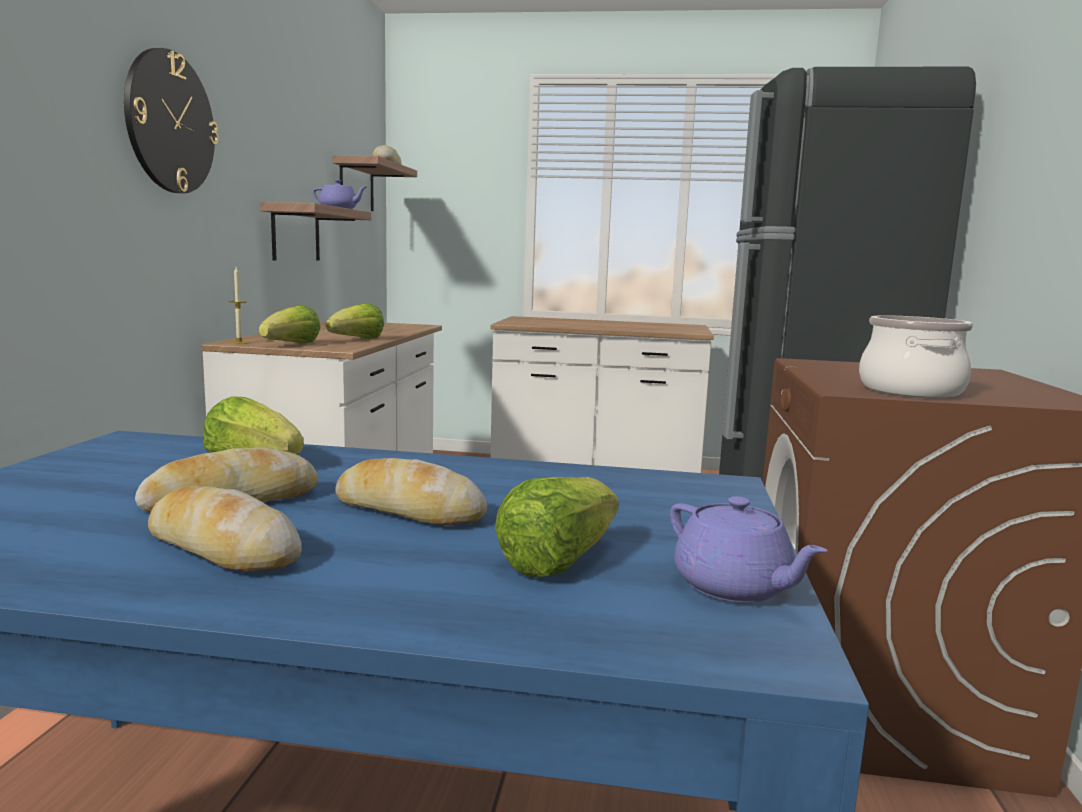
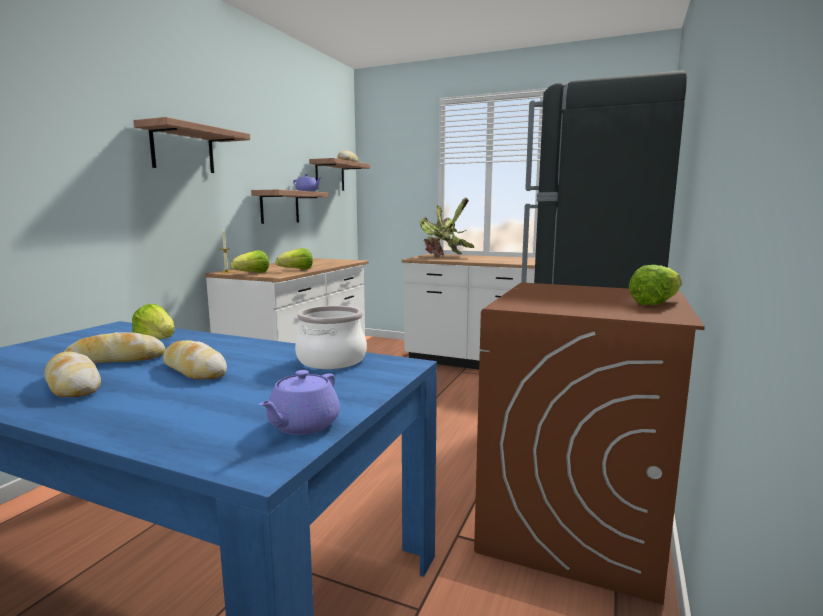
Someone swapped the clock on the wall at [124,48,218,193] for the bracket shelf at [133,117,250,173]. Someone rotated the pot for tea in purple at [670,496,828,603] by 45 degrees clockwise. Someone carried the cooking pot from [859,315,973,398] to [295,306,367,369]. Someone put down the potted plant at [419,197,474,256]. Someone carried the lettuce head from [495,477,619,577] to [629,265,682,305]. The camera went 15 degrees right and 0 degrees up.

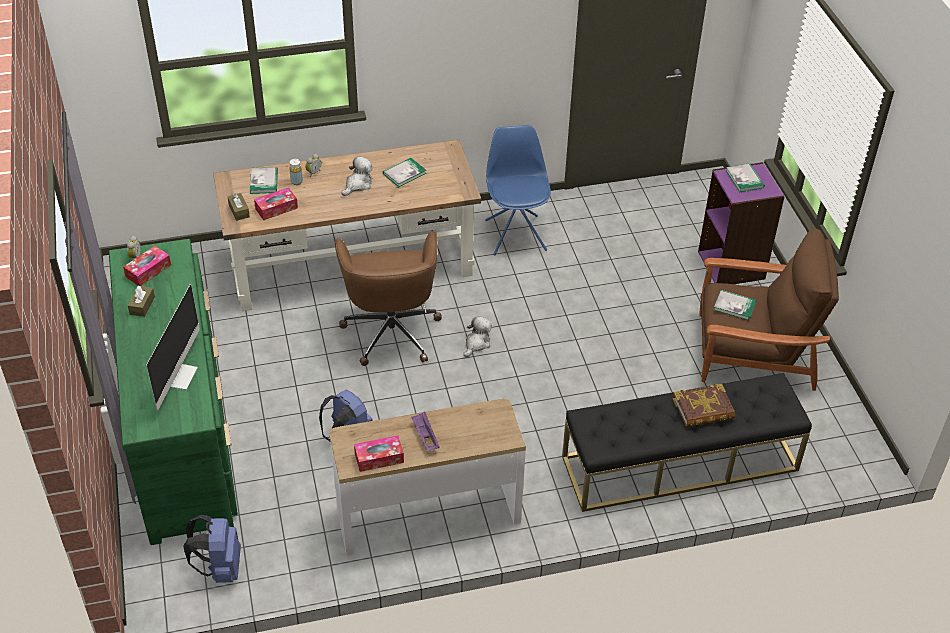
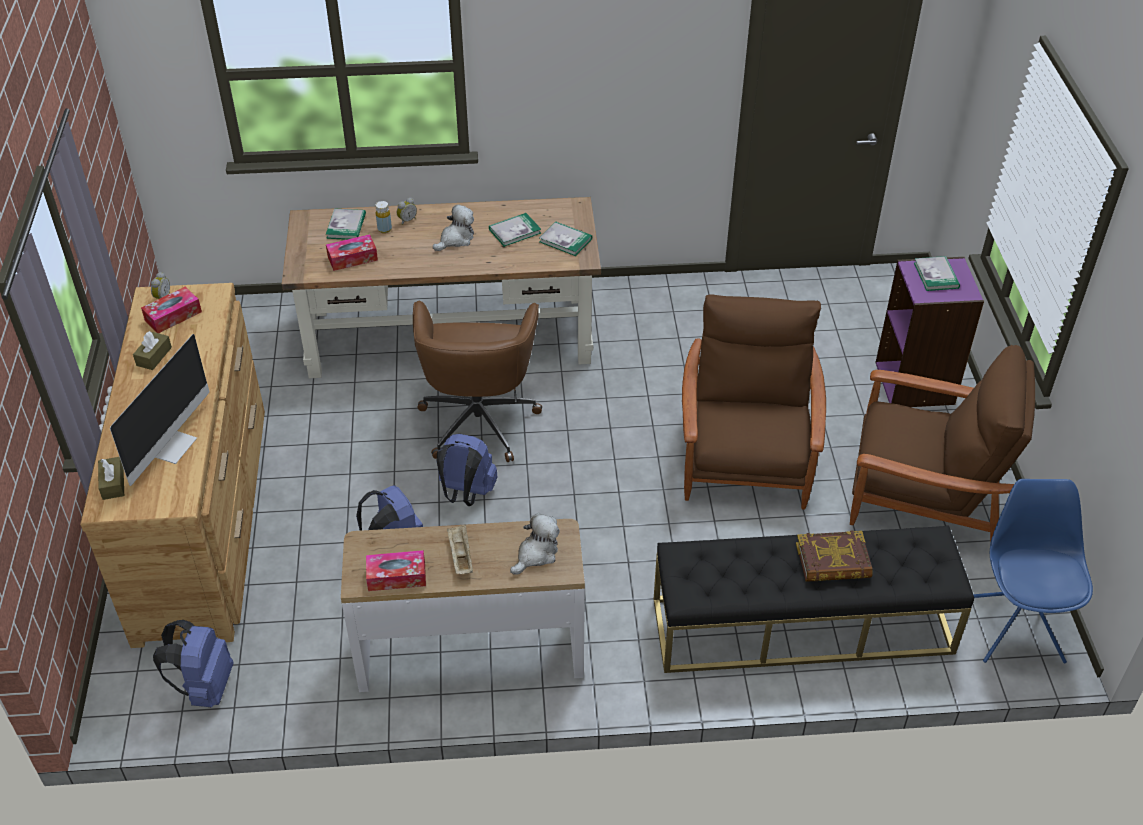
Someone repainted the dresser in green at [109,239,238,545], which became the dresser in brown-coloured at [80,283,265,648]. Someone carried the tissue holder in brown-coloured from [228,193,250,221] to [98,457,124,500]. Someone put down the knapsack in bluish at [437,434,498,506]. Someone repainted the tray in purple at [412,412,440,450], which became the tray in beige-coloured at [447,524,473,574]. Someone carried the plush toy from [463,316,492,357] to [510,513,560,575]. Someone carried the book from [713,290,756,320] to [539,222,592,256]. Someone put down the easy chair in brown-coloured at [682,294,826,510]. Someone carried the chair in bluish from [485,125,551,255] to [973,479,1093,663]. The camera went 10 degrees right and 0 degrees up.

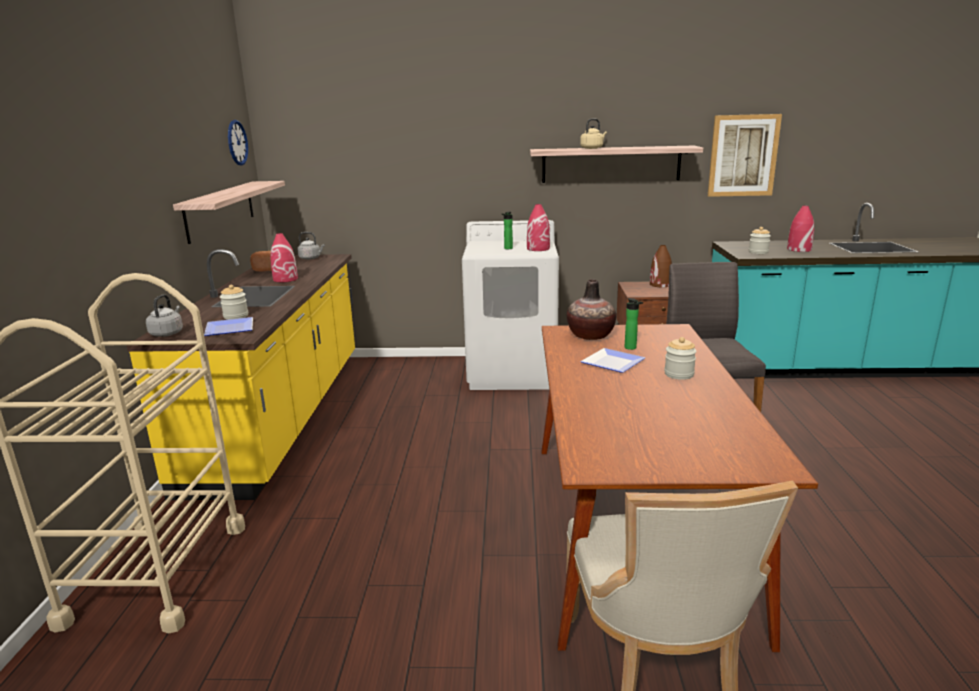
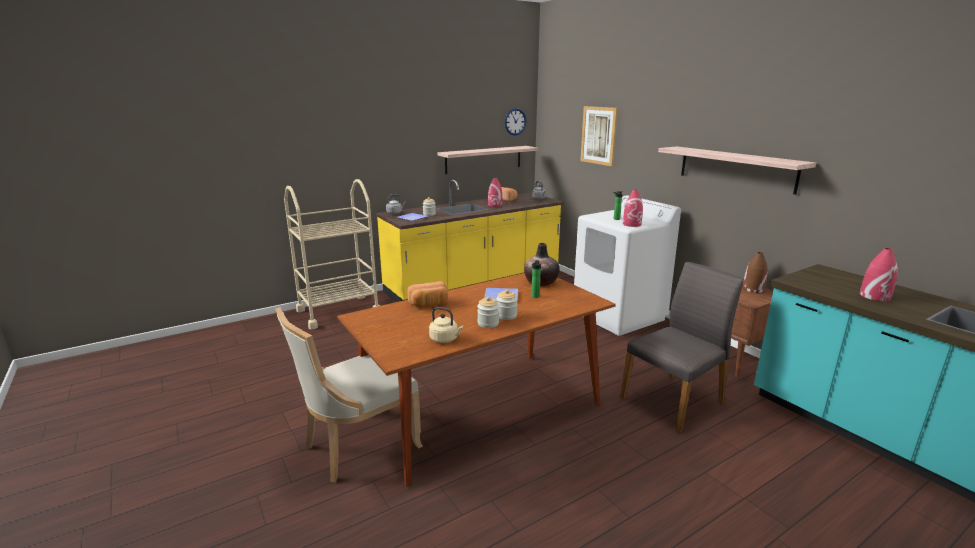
Someone put down the bread at [407,281,448,307]. Someone carried the kettle in beige-coloured from [580,119,607,149] to [429,307,463,343]. Someone carried the preserve jar from [749,227,771,254] to [477,297,499,328]. Someone carried the picture from [708,114,782,197] to [580,106,618,166]. The camera went 55 degrees right and 0 degrees up.

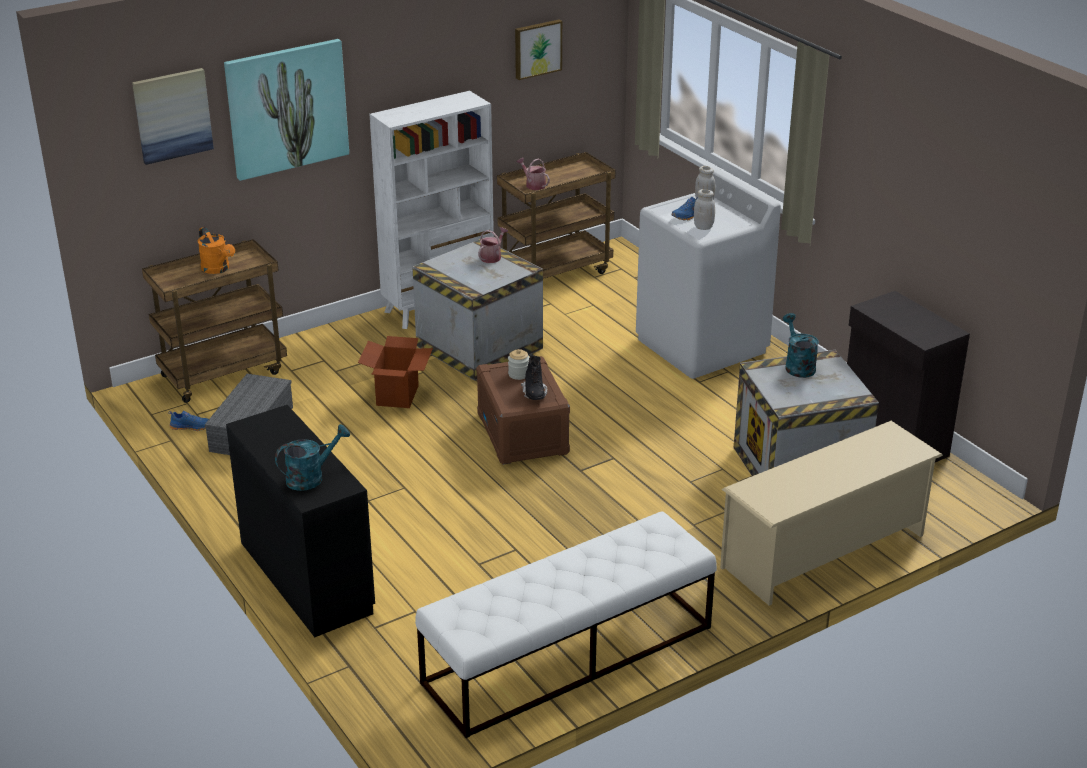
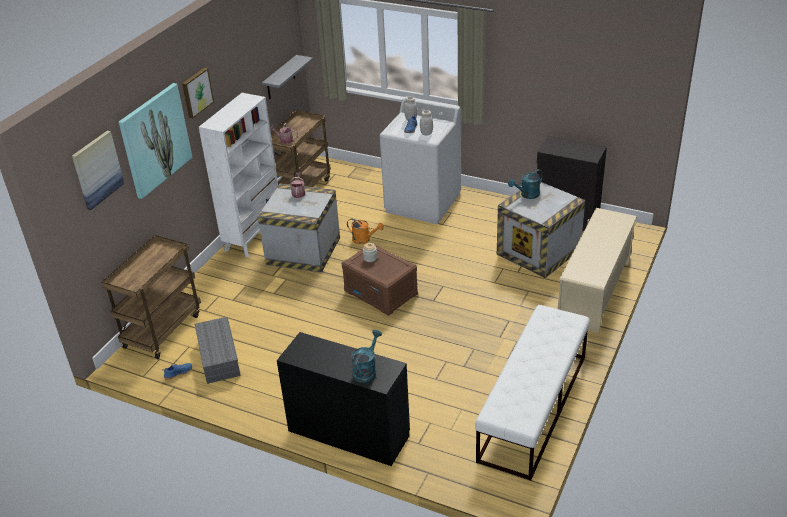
Someone carried the picture from [515,19,562,80] to [182,68,214,118]. Someone put up the bracket shelf in greyish at [262,55,313,99]. Someone carried the watering can in orange-coloured from [198,227,235,274] to [347,219,384,244]. Someone rotated the watering can in blue-green at [783,313,819,378] by 75 degrees counterclockwise. Someone took away the carton at [358,336,433,408]. Someone took away the tall boot in blackish at [521,354,547,400]. The camera went 30 degrees left and 5 degrees up.

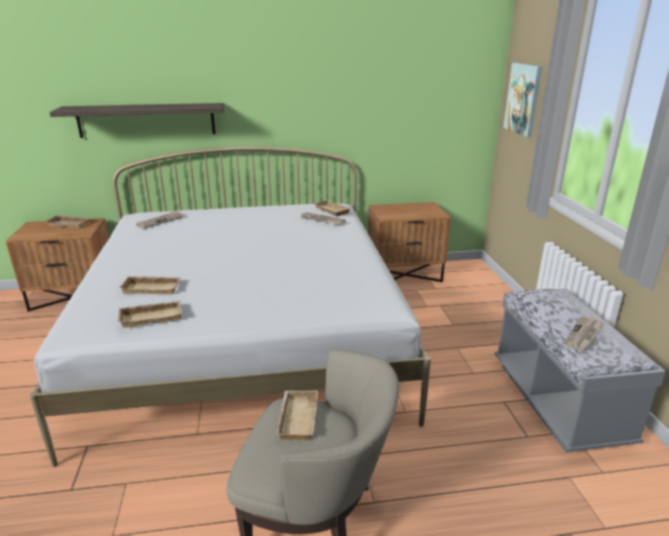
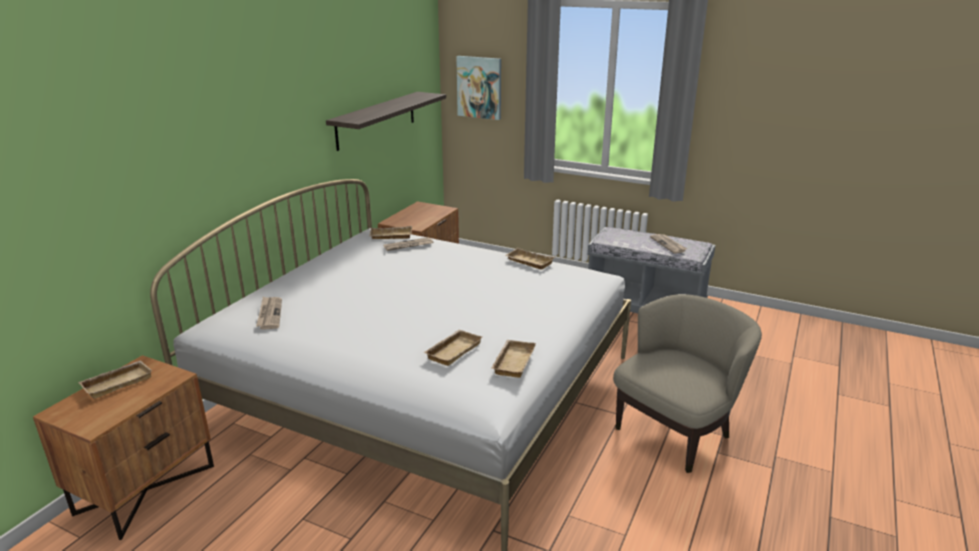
Someone carried the bracket shelf from [50,103,224,138] to [326,92,446,151]. Someone carried the tray in beige-coloured from [276,391,318,440] to [505,248,555,269]. The camera went 55 degrees left and 0 degrees up.

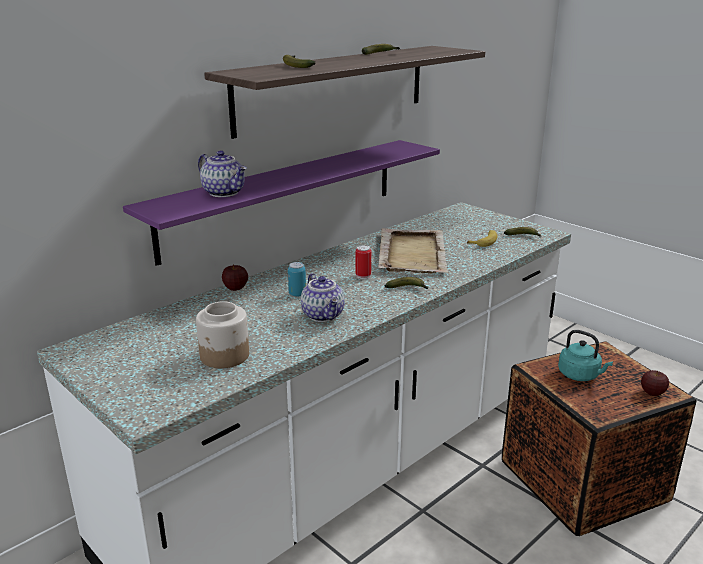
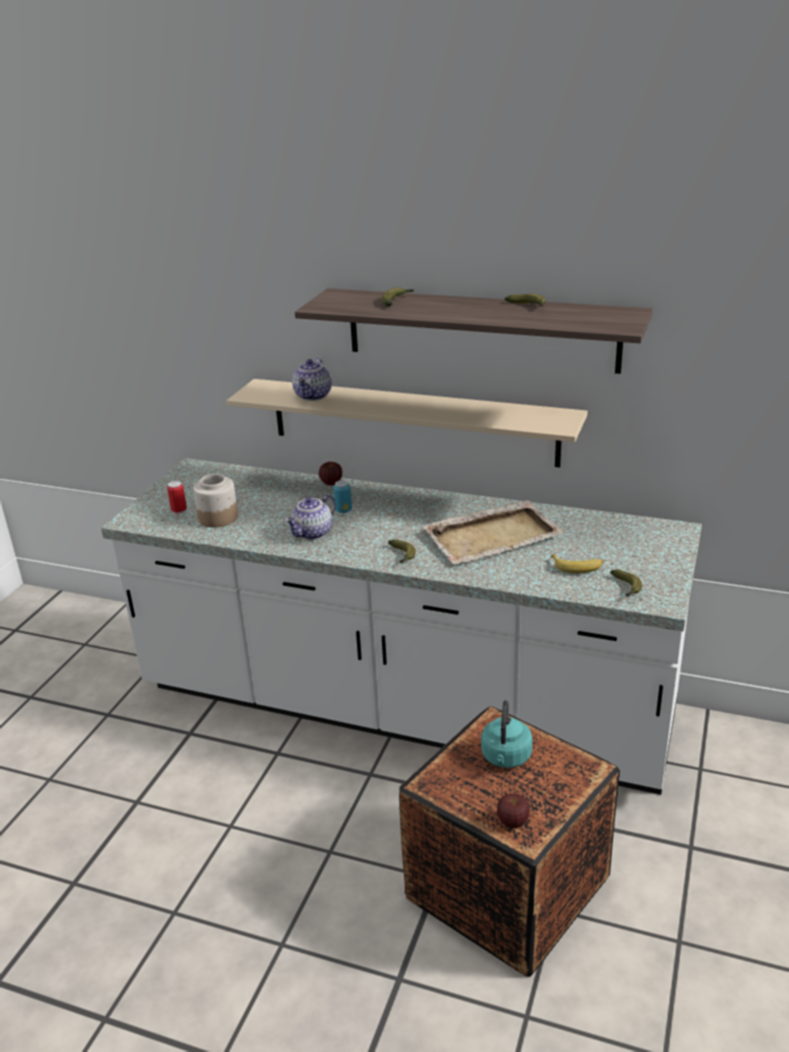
Someone carried the metal can from [356,245,371,279] to [167,481,187,515]. Someone repainted the bracket shelf in purple at [123,140,440,266], which became the bracket shelf in beige-coloured at [227,379,587,468]. The camera went 65 degrees right and 5 degrees up.

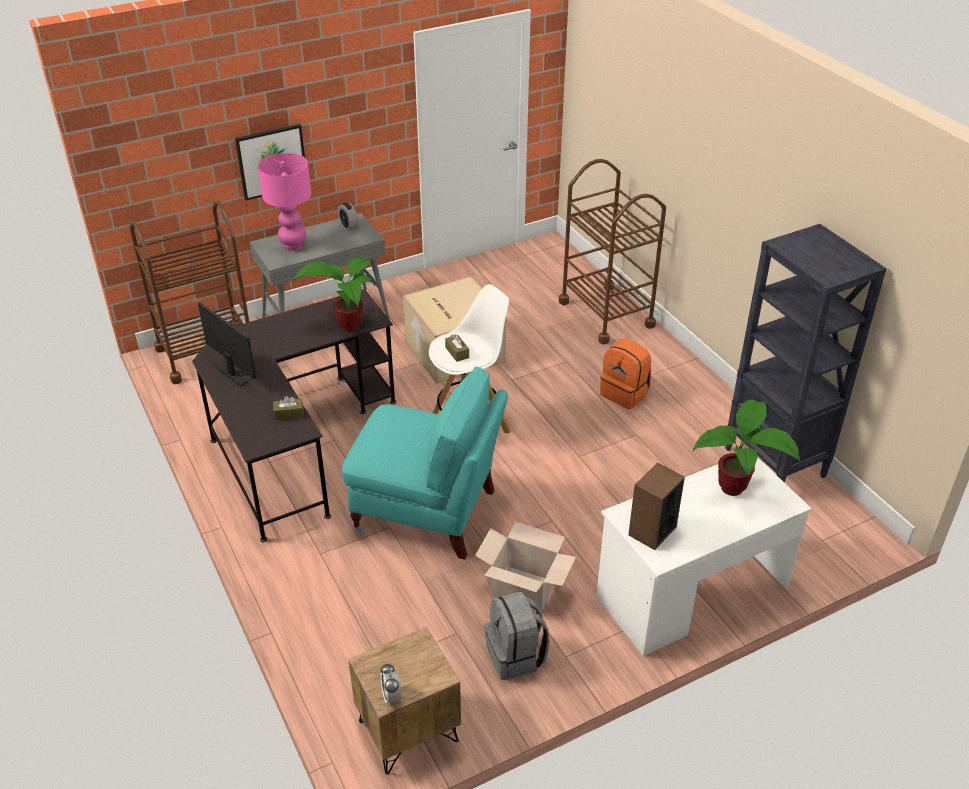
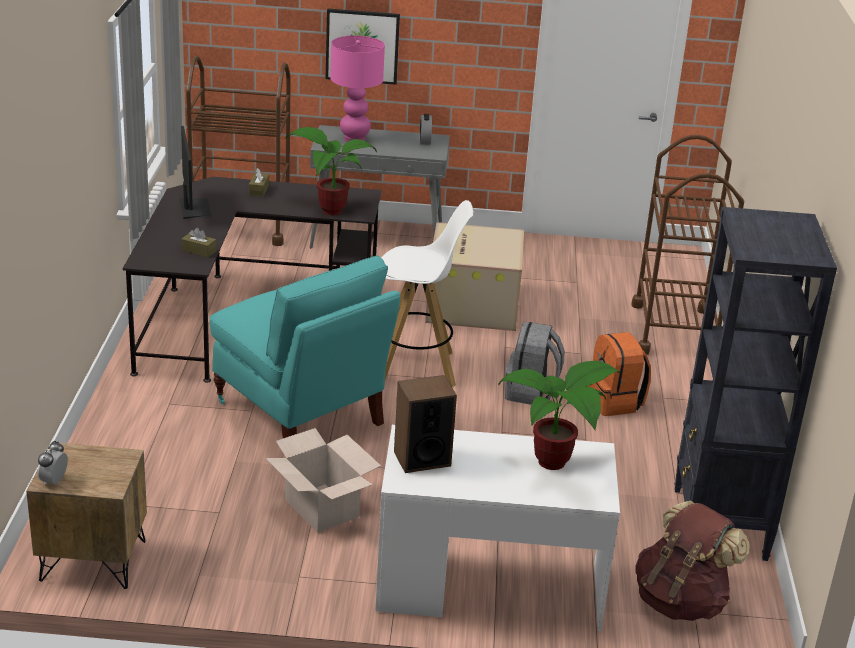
Someone carried the tissue holder in brown-coloured from [445,334,469,362] to [249,168,269,197]. Someone carried the knapsack in greyish from [484,592,549,680] to [505,321,564,405]. Someone put down the knapsack in brown-coloured at [635,501,750,621]. The camera went 30 degrees right and 10 degrees down.

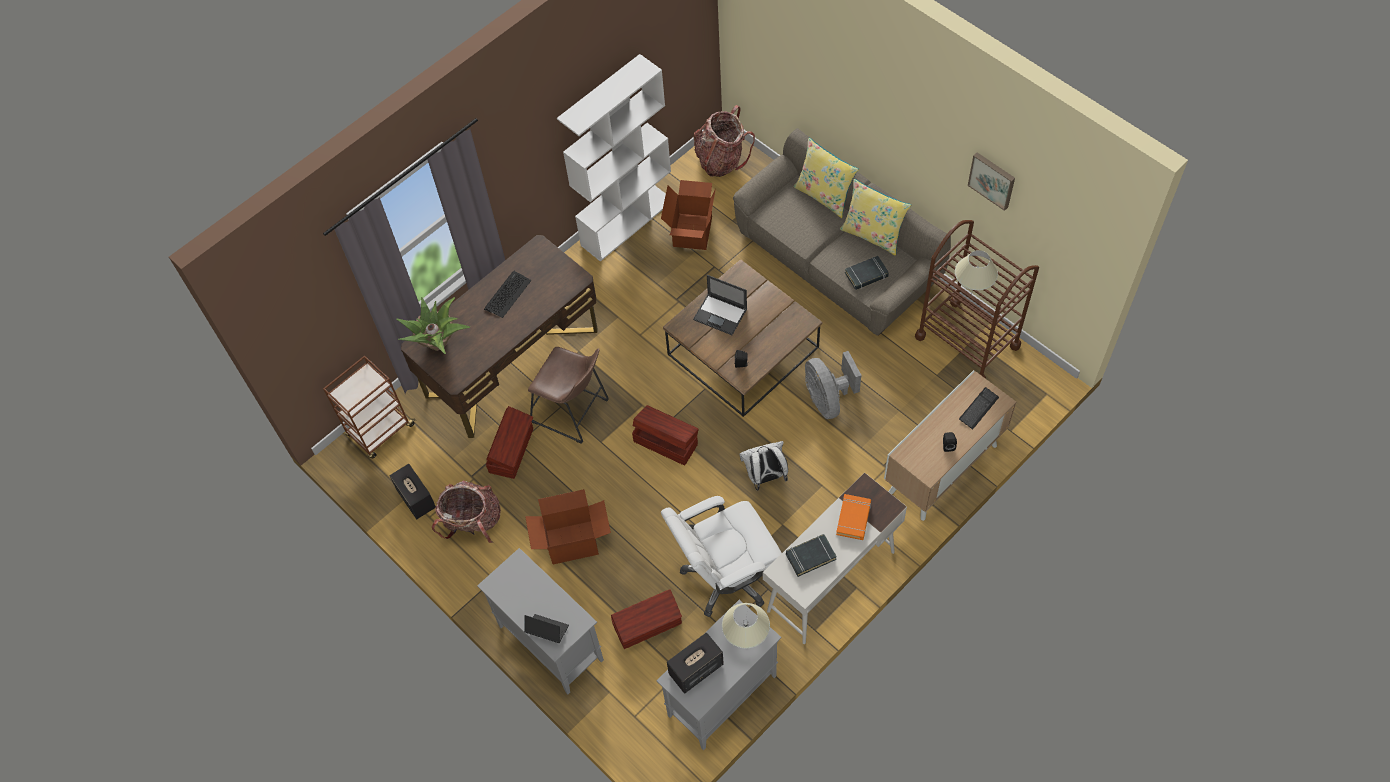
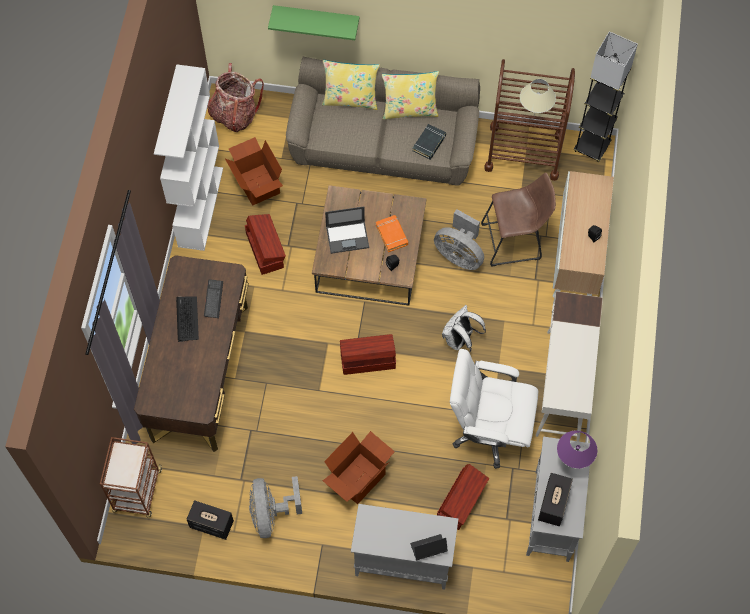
Someone carried the keyboard from [959,387,999,430] to [204,279,223,318]. Someone carried the storage box in brown-coloured from [486,406,533,479] to [245,214,286,275]. Someone swapped the knapsack at [432,481,501,543] for the fan in greyish at [249,476,302,538]. Someone put up the bracket shelf in green at [268,5,360,40]. Someone carried the book in orange-coloured from [836,494,871,540] to [376,215,408,252]. Someone rotated the office chair in whitish at [661,496,782,617] by 75 degrees clockwise. Someone carried the stool seat in brown-coloured from [528,347,609,444] to [481,173,556,267]. Someone repainted the lamp for a table in beige-coloured at [722,603,770,649], which became the lamp for a table in purple at [557,431,597,469]. Someone put down the standard lamp in greyish at [574,31,638,162]. Someone took away the potted plant at [397,297,470,354]. Someone took away the book in blackish at [786,534,837,577]. Someone took away the picture at [968,152,1015,211]. The camera went 40 degrees left and 5 degrees up.

